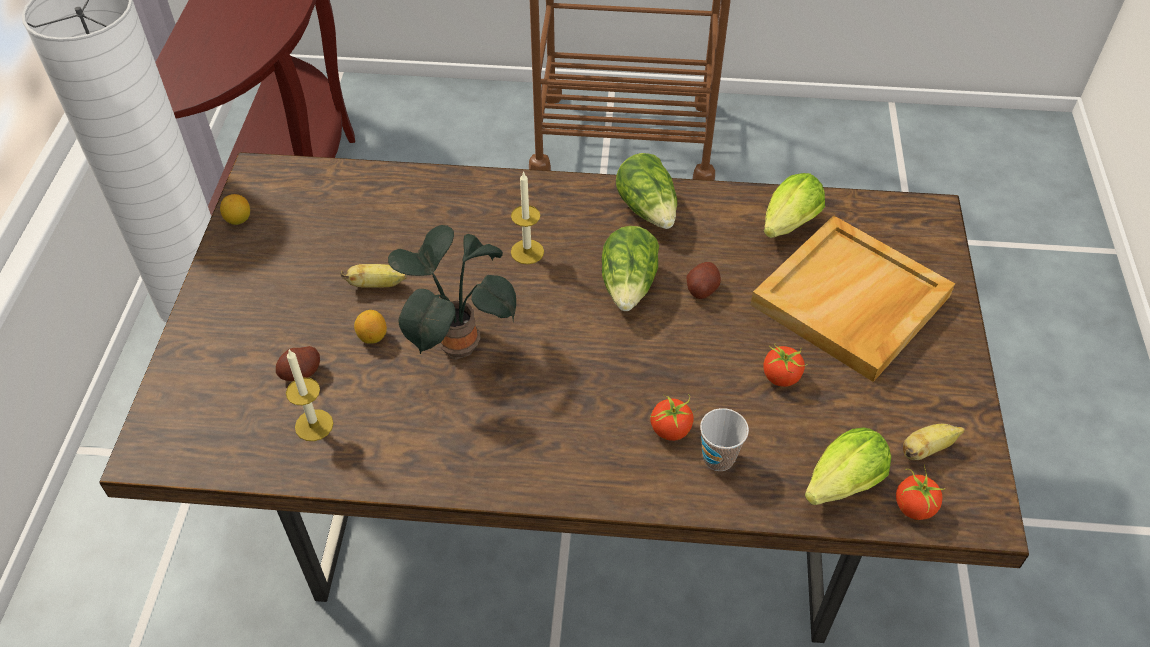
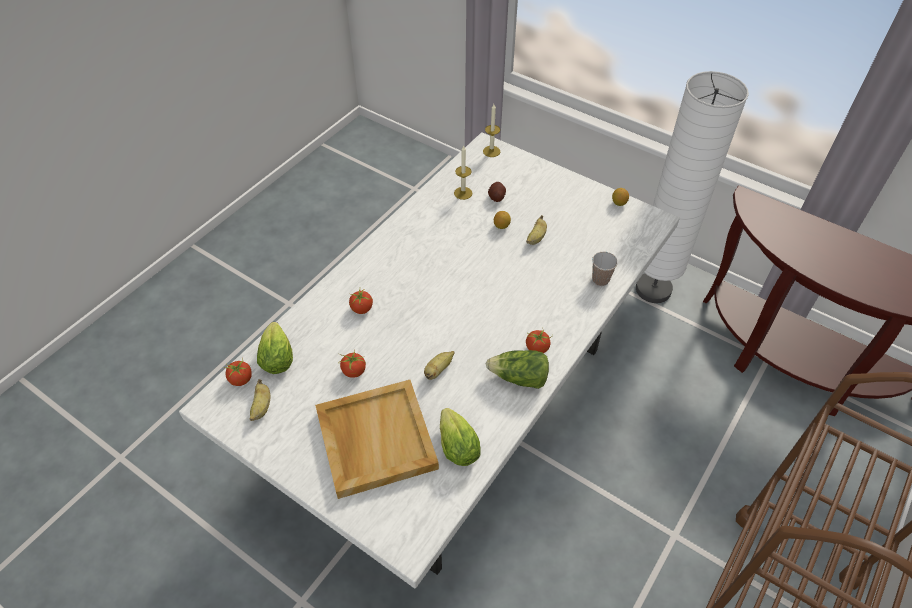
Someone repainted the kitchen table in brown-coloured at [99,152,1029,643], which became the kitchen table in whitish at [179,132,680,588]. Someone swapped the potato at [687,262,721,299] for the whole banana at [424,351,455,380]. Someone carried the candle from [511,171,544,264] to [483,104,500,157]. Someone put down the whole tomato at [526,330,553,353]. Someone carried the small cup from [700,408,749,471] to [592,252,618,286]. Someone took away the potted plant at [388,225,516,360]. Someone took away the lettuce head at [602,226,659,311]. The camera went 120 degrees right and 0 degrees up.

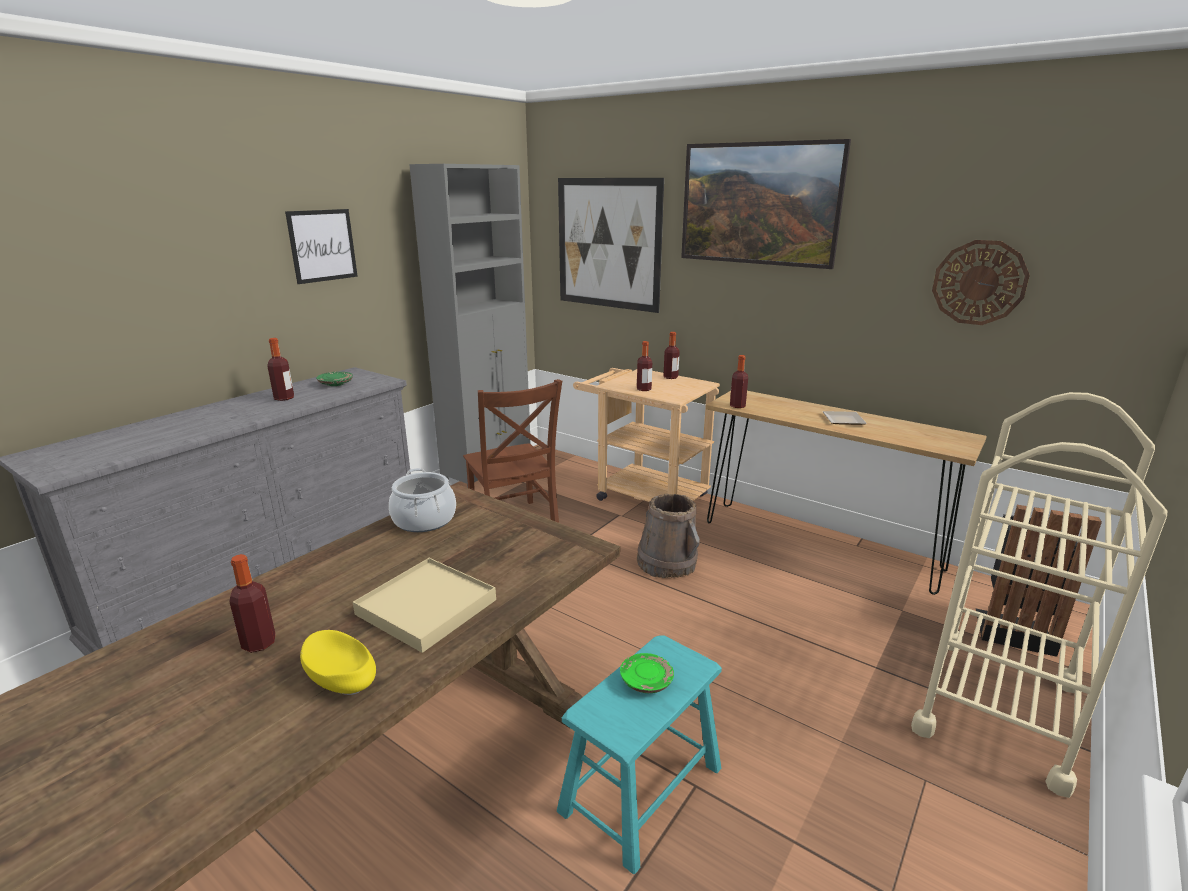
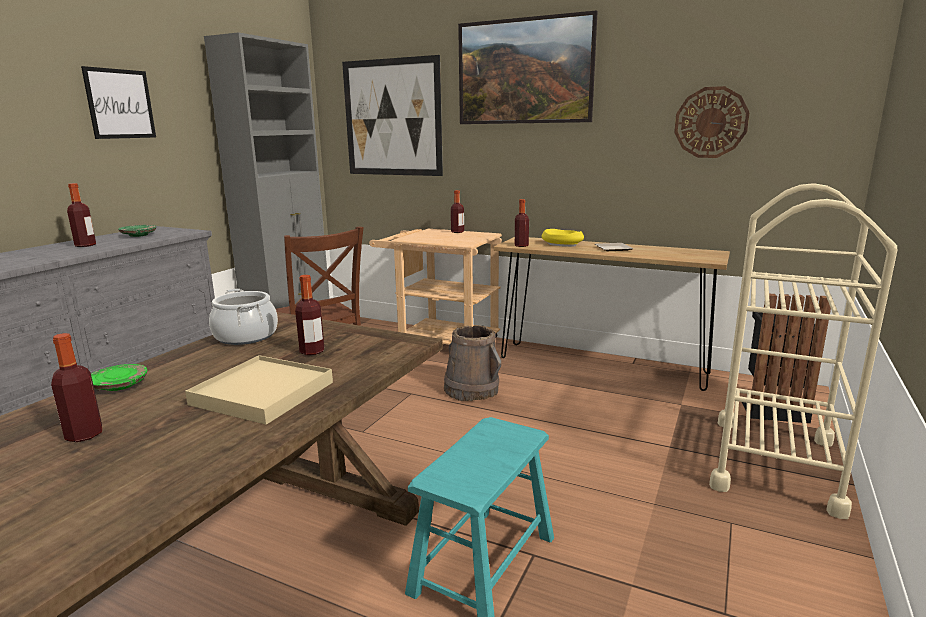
Someone carried the dinner plate in green from [620,653,674,693] to [91,364,148,391]. Someone carried the drink bottle from [637,341,652,391] to [295,275,324,355]. Someone carried the serving bowl in yellow-coloured from [300,630,376,695] to [541,229,584,247]. The camera went 10 degrees left and 5 degrees down.

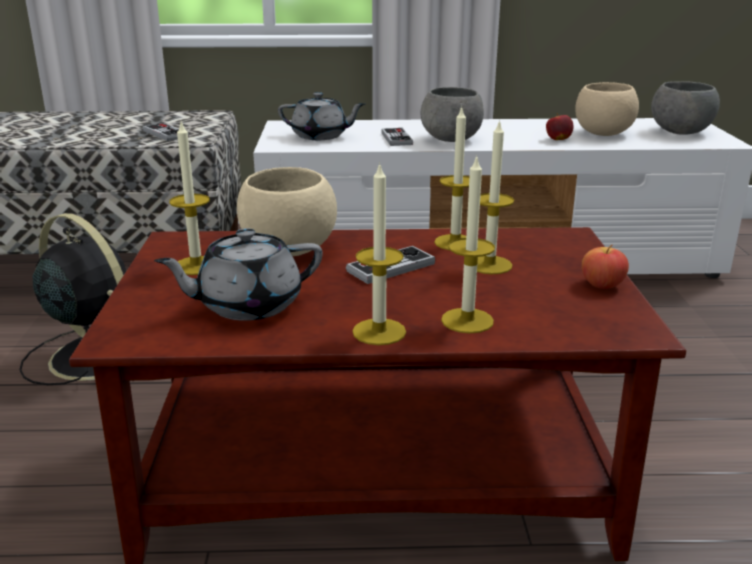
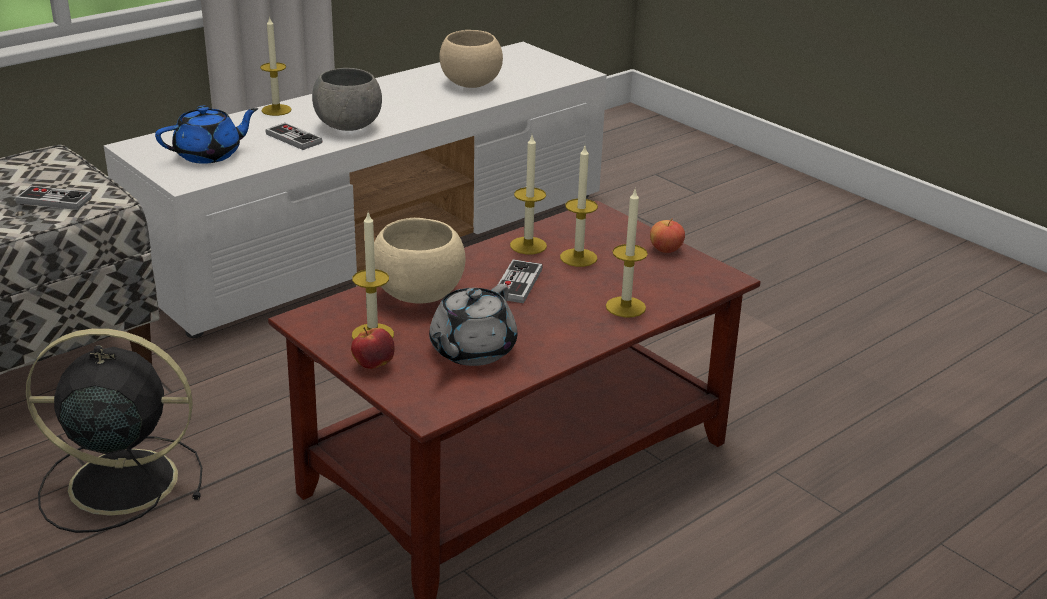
Someone repainted the pot for tea in greyish at [278,92,365,140], which became the pot for tea in bluish at [155,106,258,164]. Someone carried the candle from [352,162,406,345] to [260,16,292,116]. Someone carried the whole apple from [546,113,574,140] to [351,327,395,369]. Someone took away the serving bowl in greyish at [651,81,720,135]. The camera went 40 degrees left and 5 degrees up.

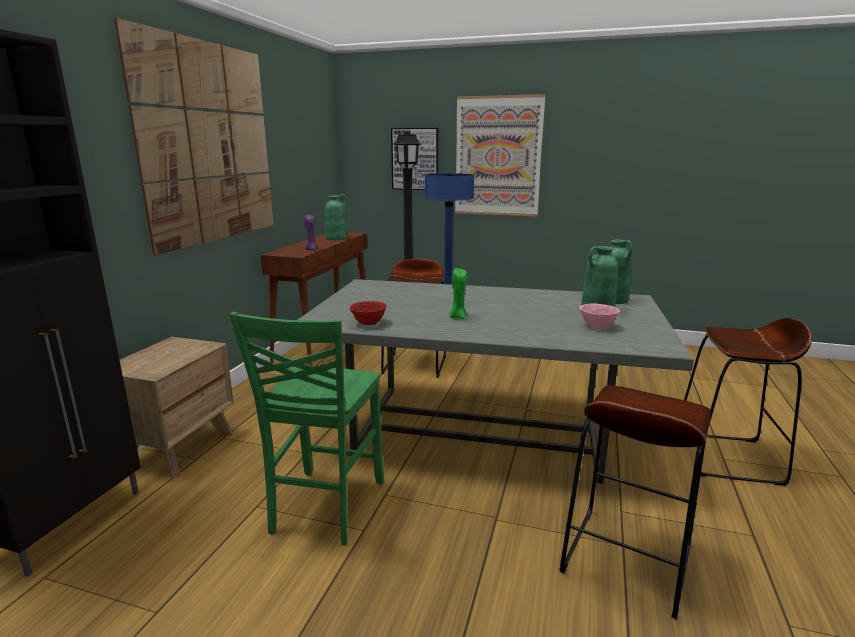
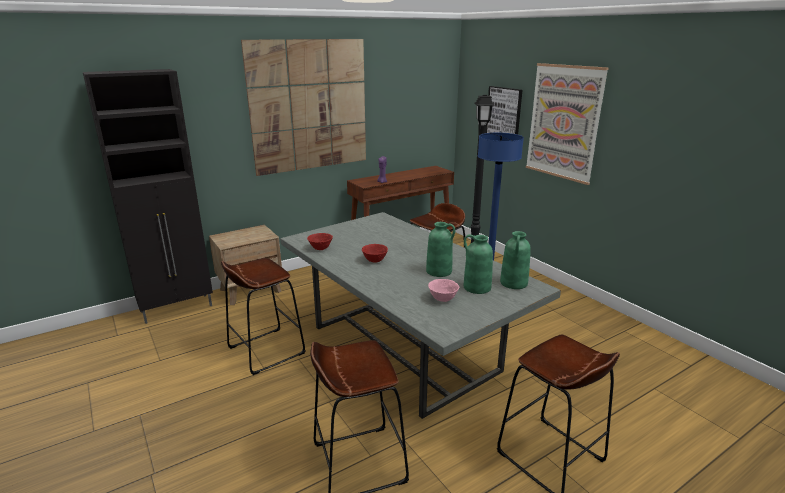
Someone swapped the chair in green at [229,312,384,546] for the stool seat in brown-coloured at [221,258,305,375]. Someone swapped the candle in green at [450,268,467,319] for the serving bowl in red at [362,244,388,263]. Someone carried the vase in green from [325,194,347,240] to [426,222,455,277]. The camera went 40 degrees right and 5 degrees up.

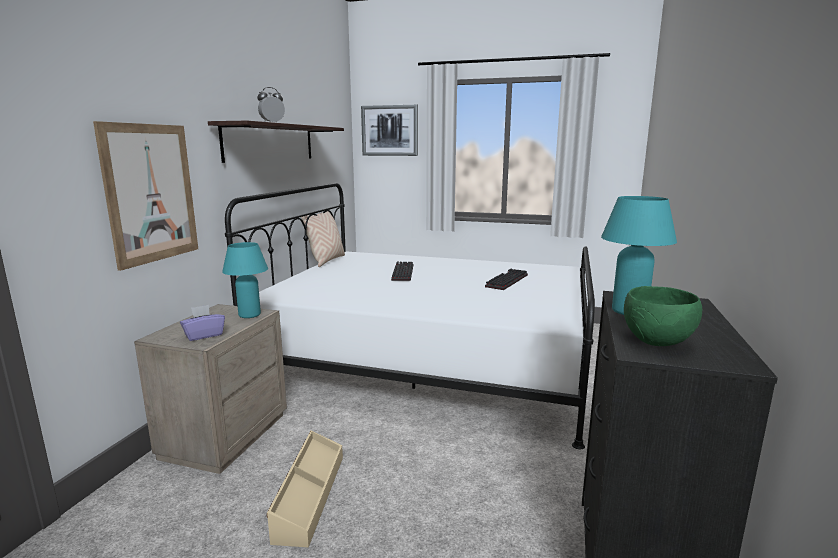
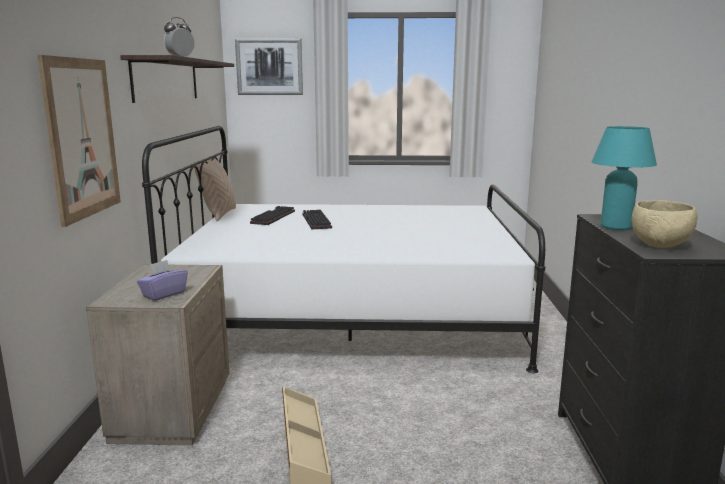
Someone carried the keyboard from [485,269,528,290] to [250,206,295,225]. Someone repainted the serving bowl in green at [624,286,702,346], which became the serving bowl in beige-coloured at [632,200,697,248]. Someone took away the lamp for a table in blue-green at [222,242,268,318]. The camera went 15 degrees left and 0 degrees up.

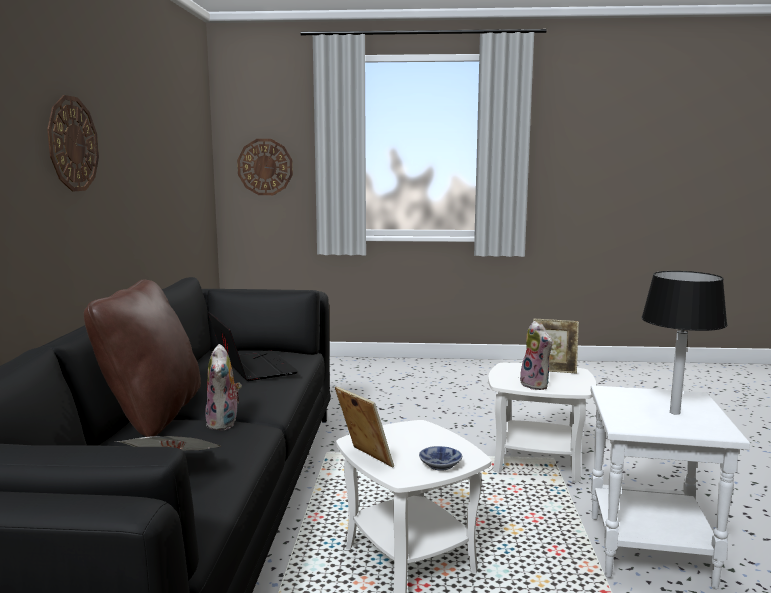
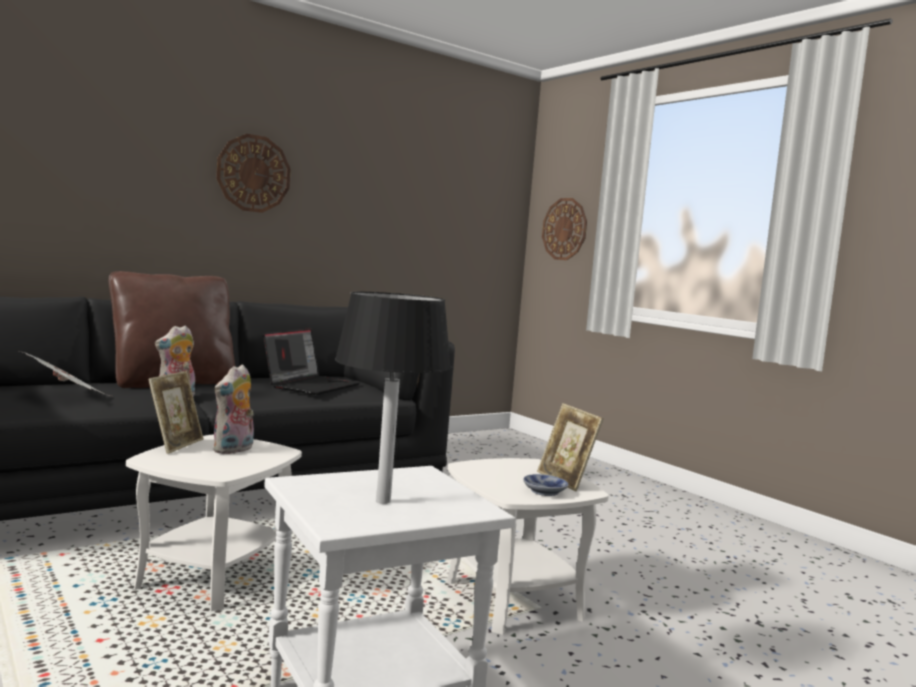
Someone carried the plush toy from [518,321,552,390] to [213,364,254,454]. Someone carried the serving bowl from [419,446,462,470] to [523,474,569,496]. The camera went 50 degrees right and 5 degrees down.

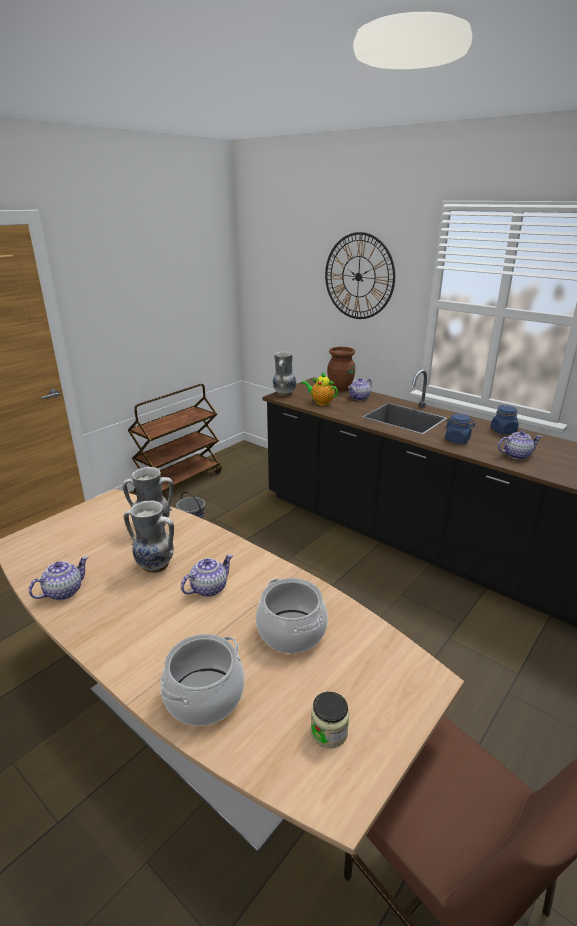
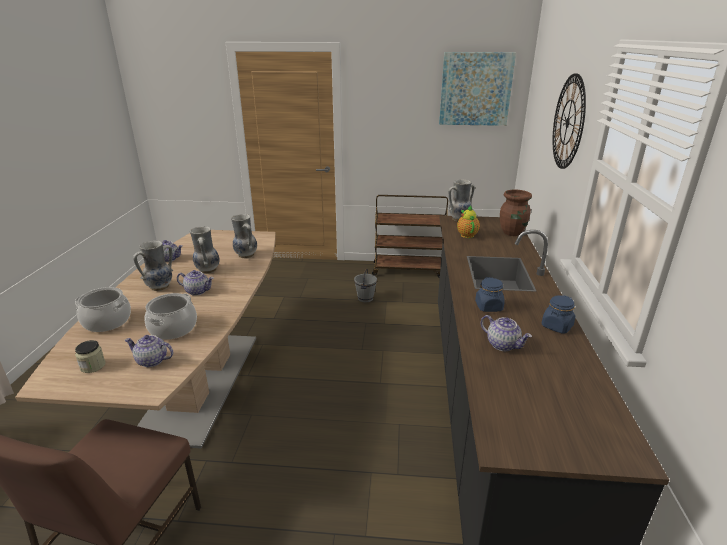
Someone carried the pot for tea from [348,378,372,400] to [125,335,173,367]. Someone put down the vase at [133,241,173,291]. Someone put up the picture at [439,52,516,126]. The camera went 55 degrees right and 0 degrees up.

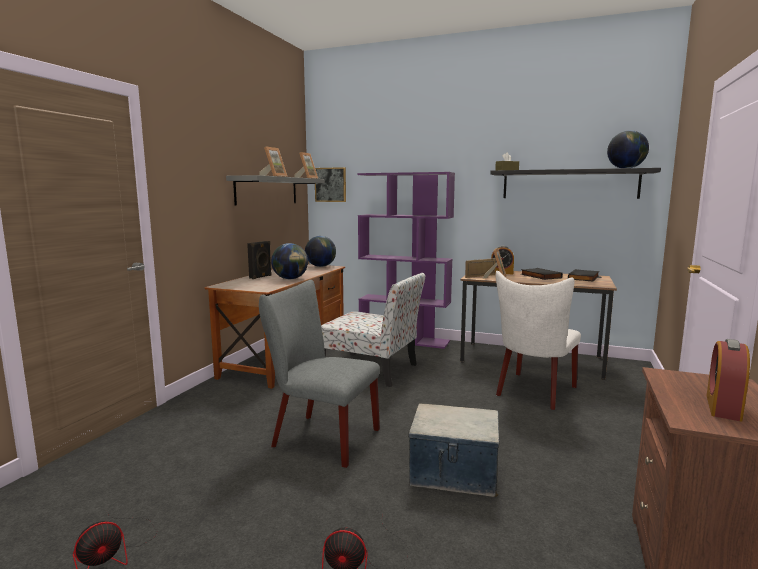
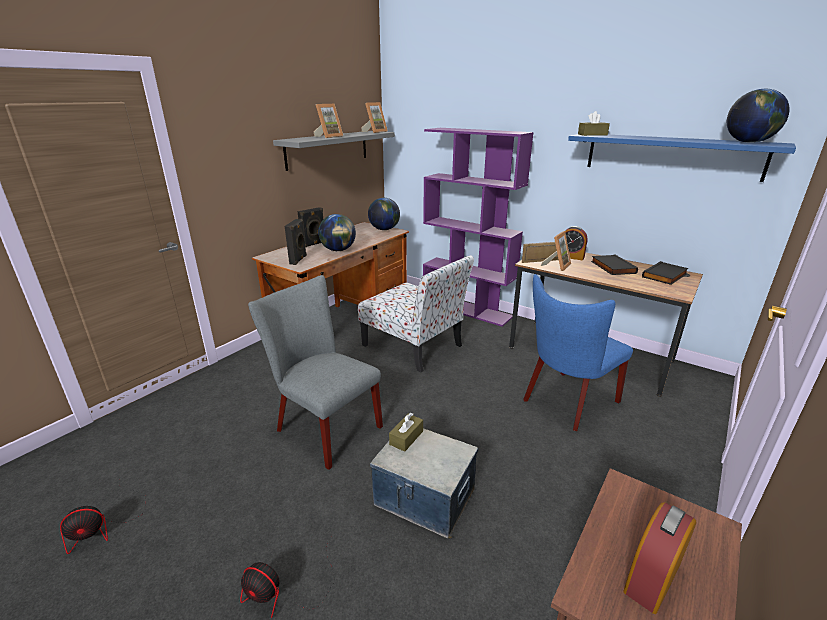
Someone put down the loudspeaker in blackish at [285,219,307,265]. Someone put down the tissue holder in brown-coloured at [389,413,423,452]. Someone repainted the chair in whitish at [496,271,581,410], which became the chair in bluish at [523,274,633,431]. Someone repainted the bracket shelf in blackish at [490,168,661,199], which became the bracket shelf in bluish at [568,134,796,182]. Someone took away the picture at [315,167,346,202]. The camera went 15 degrees right and 15 degrees up.

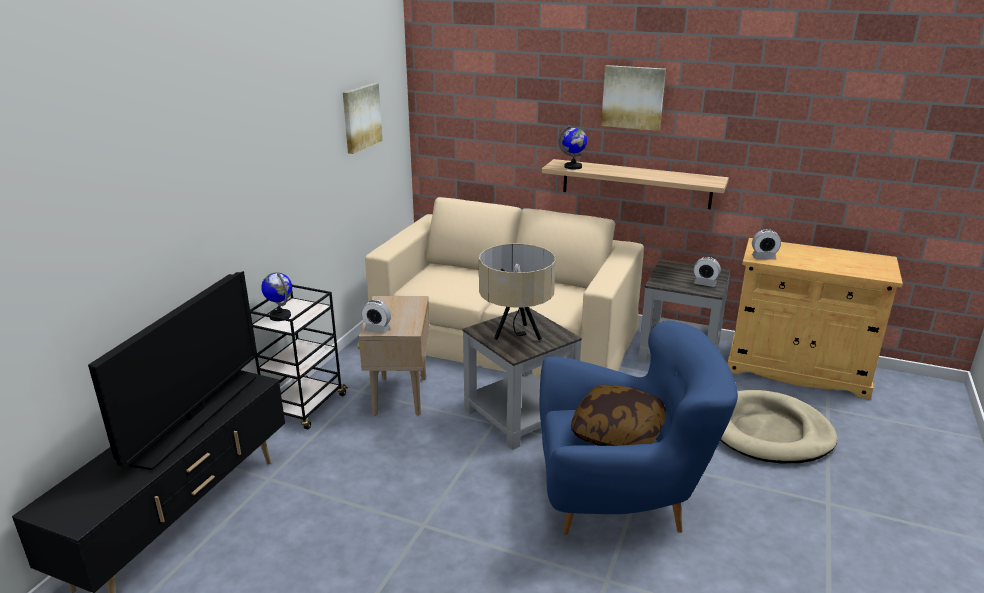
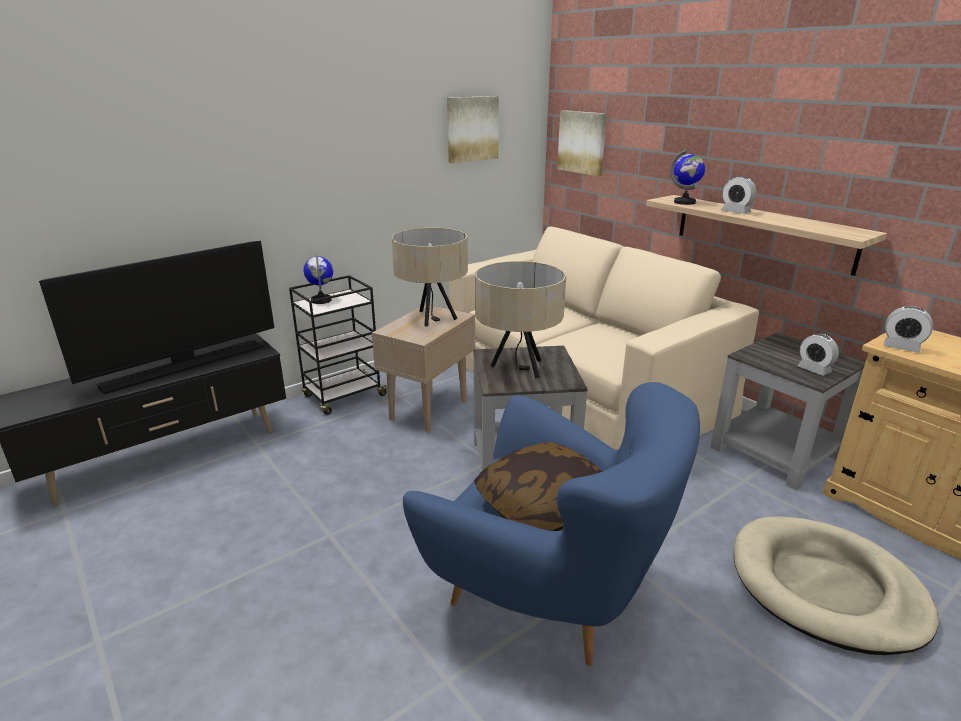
Someone put down the lamp for a table in beige-coloured at [392,228,468,326]. Someone carried the picture from [601,65,666,131] to [557,110,607,176]. Someone carried the alarm clock from [361,300,391,334] to [721,176,756,214]. The camera went 30 degrees right and 0 degrees up.

